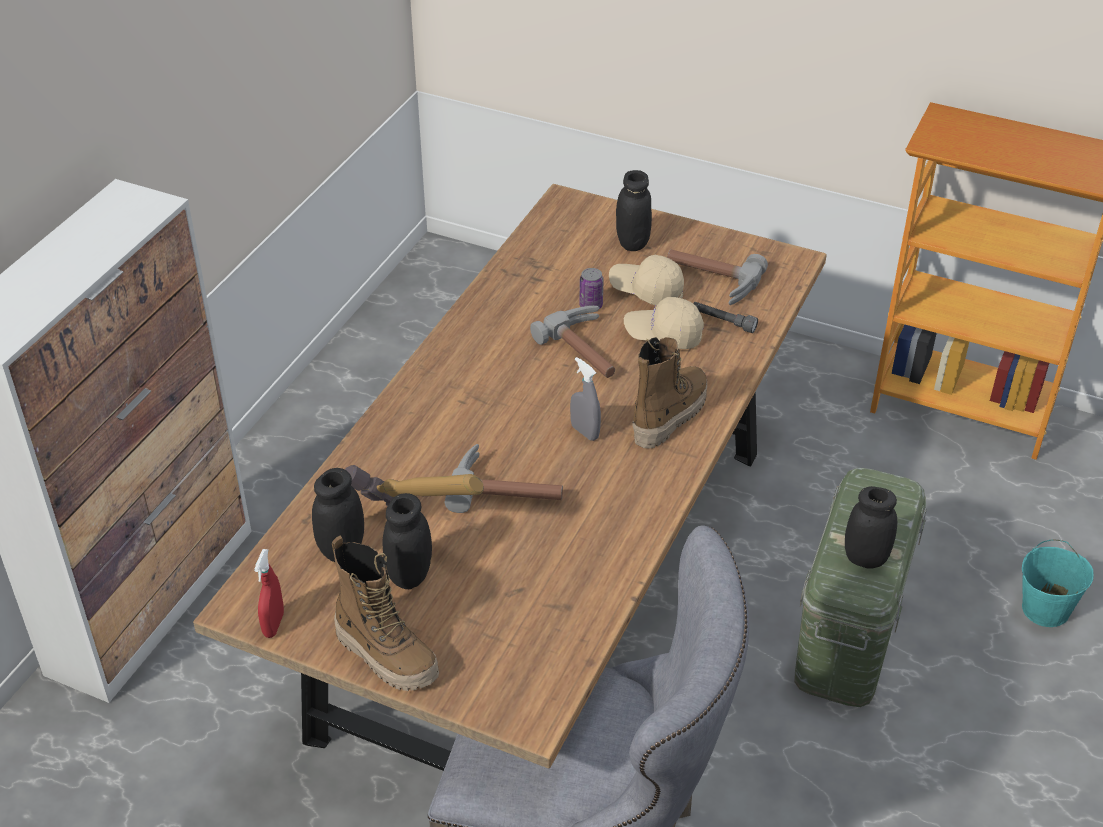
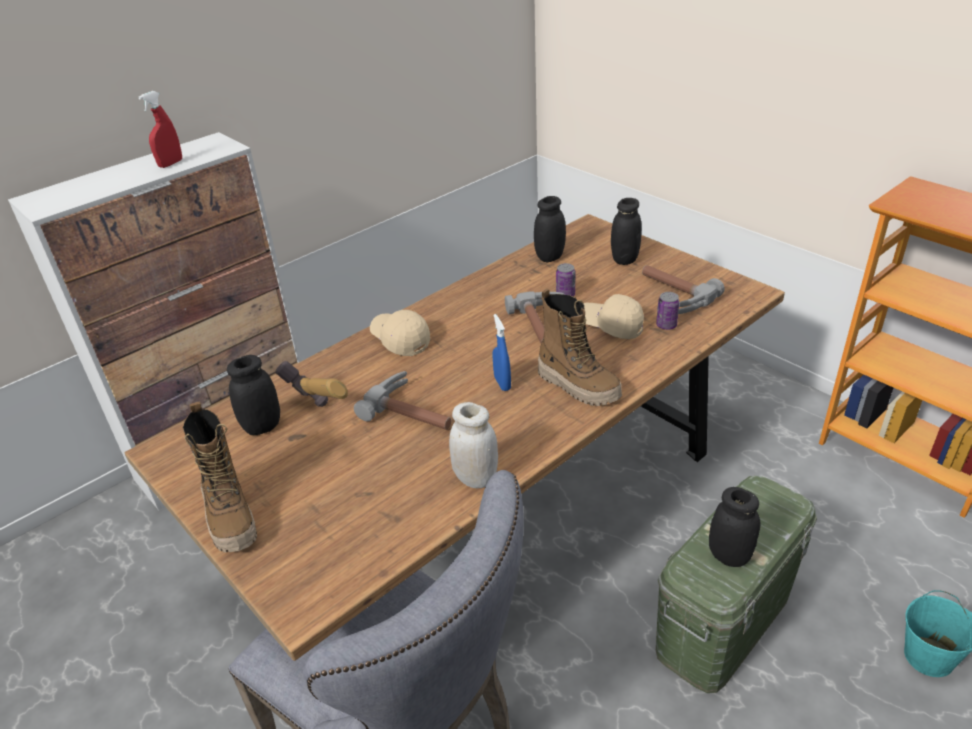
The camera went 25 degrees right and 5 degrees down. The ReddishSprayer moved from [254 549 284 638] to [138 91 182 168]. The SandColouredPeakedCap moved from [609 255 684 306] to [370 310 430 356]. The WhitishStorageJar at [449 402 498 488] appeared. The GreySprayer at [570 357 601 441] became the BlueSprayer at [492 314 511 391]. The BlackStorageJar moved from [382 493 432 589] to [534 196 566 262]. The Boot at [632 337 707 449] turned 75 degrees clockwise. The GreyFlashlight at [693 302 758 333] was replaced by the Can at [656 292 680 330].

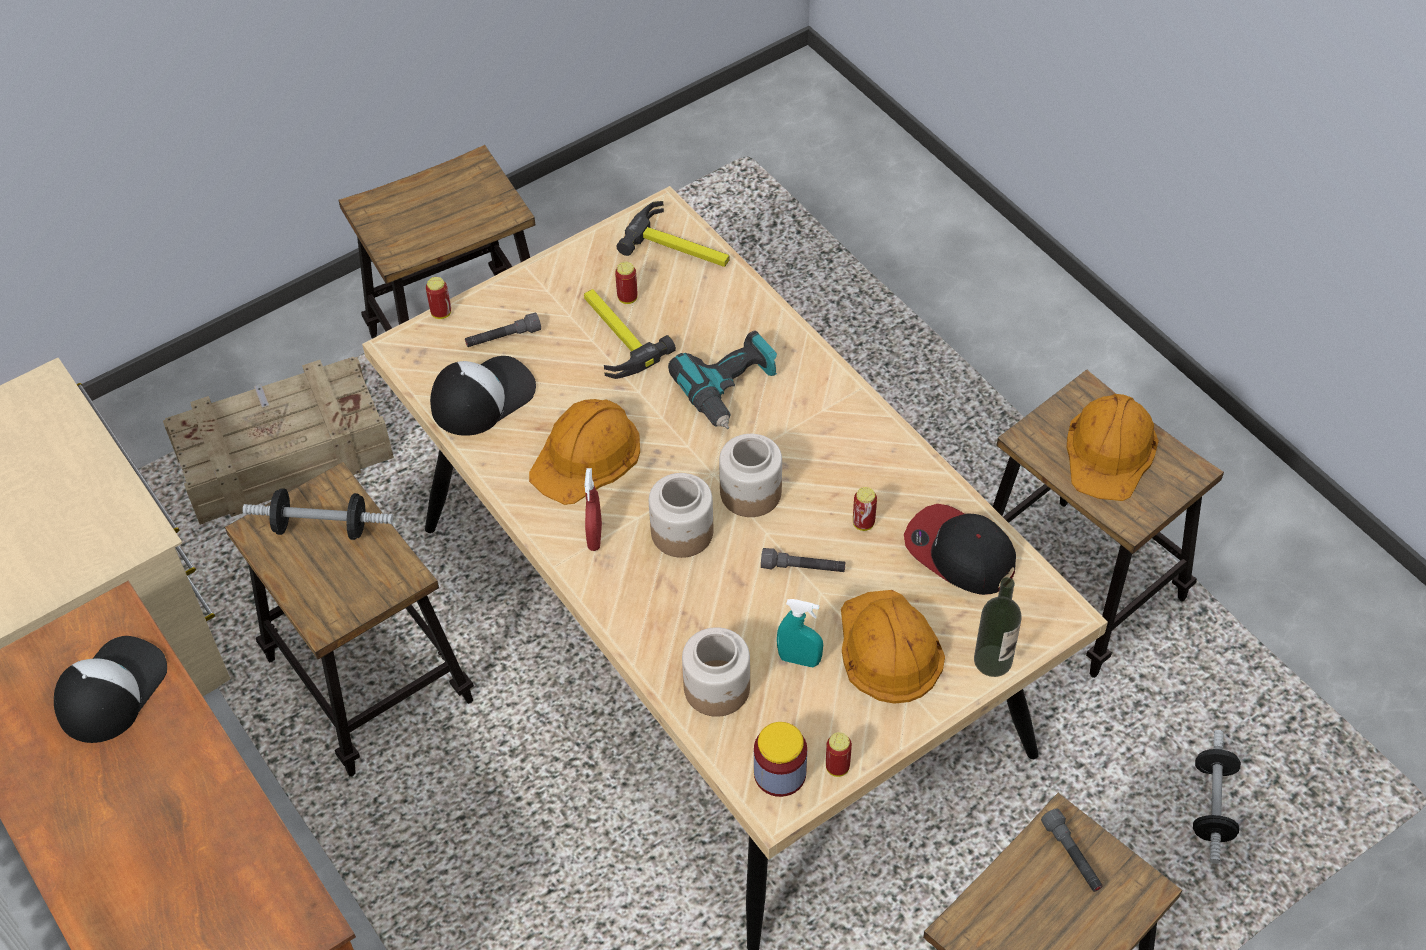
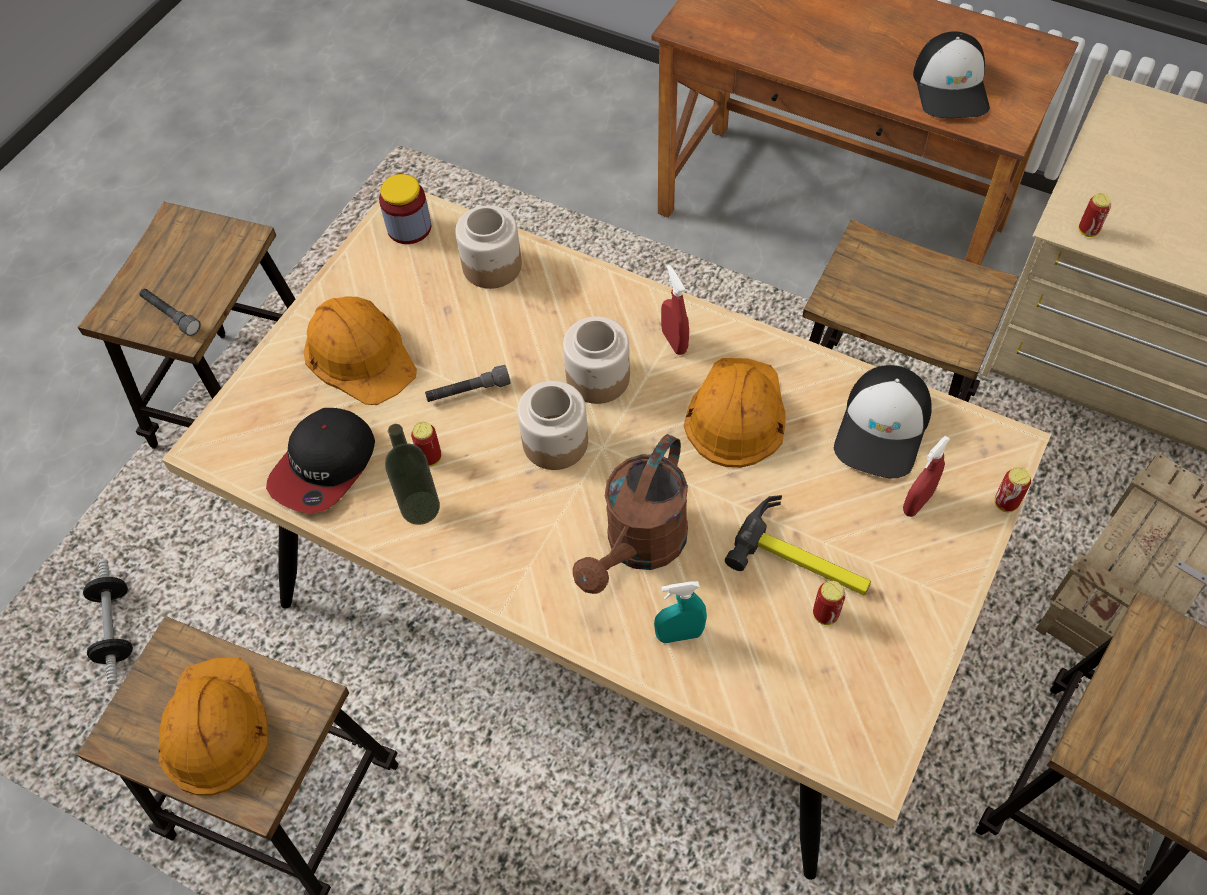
The camera went 155 degrees right and 5 degrees up. The PeakedCap at [904 504 1016 595] turned 105 degrees clockwise. The Bottle moved from [974 577 1022 677] to [385 424 440 525]. The Drill at [668 330 777 429] was replaced by the BrownishWateringPot at [573 434 688 594]. The TurquoiseSprayer moved from [777 599 823 667] to [654 581 707 643]. The GreyFlashlight at [465 313 541 347] was replaced by the ReddishSprayer at [903 436 950 517]. The Can moved from [826 732 852 777] to [1078 193 1111 237]. The FreeWeight at [242 488 393 540] disappeared. The ToolHammer at [616 201 729 267] disappeared.

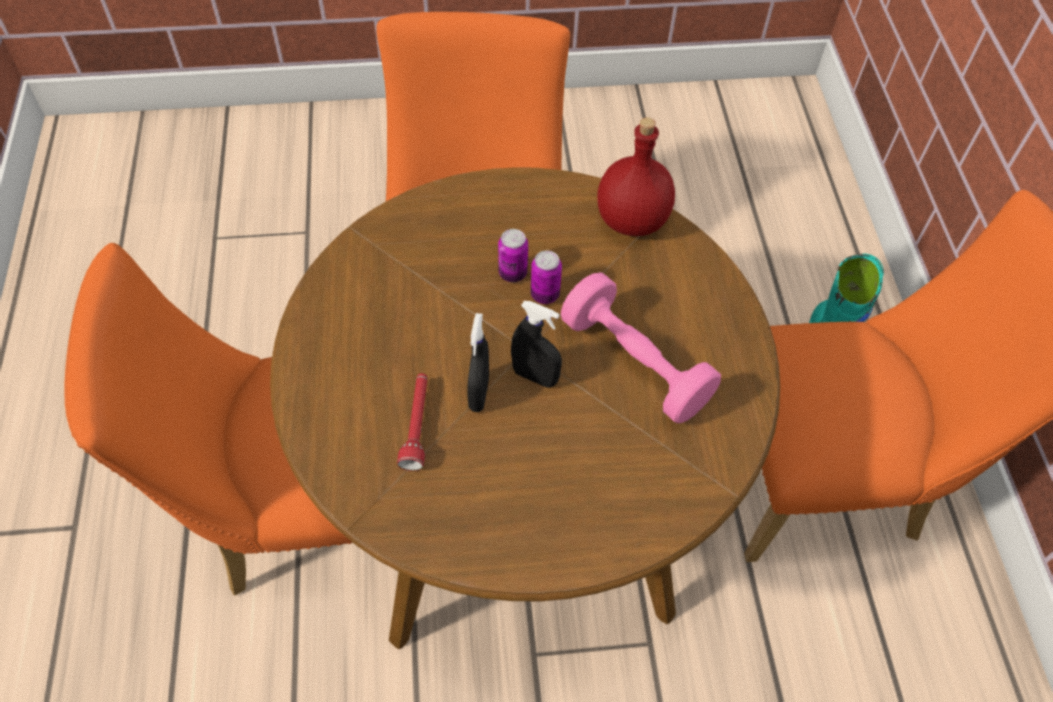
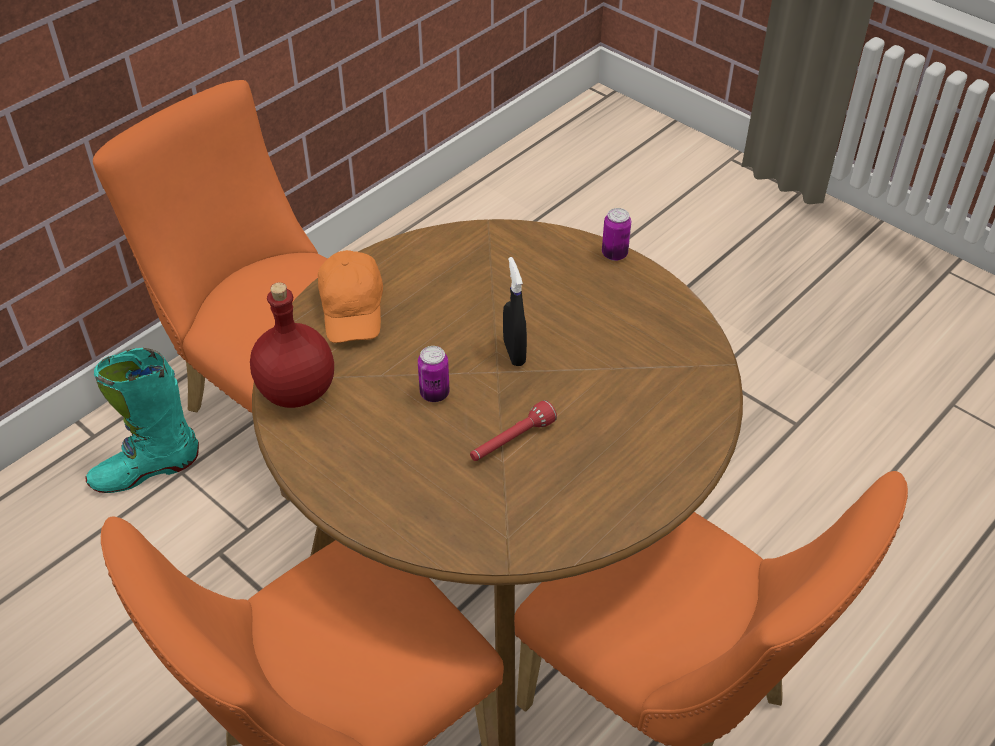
The camera went 130 degrees left and 10 degrees down. The OrangeyPeakedCap at [318 250 383 343] appeared. The ReddishFlashlight moved from [397 373 428 471] to [470 400 557 461]. The Can moved from [498 229 528 282] to [602 208 631 261]. The BlackSprayer at [467 313 489 412] disappeared. The PinkFreeWeight at [561 272 721 423] disappeared.

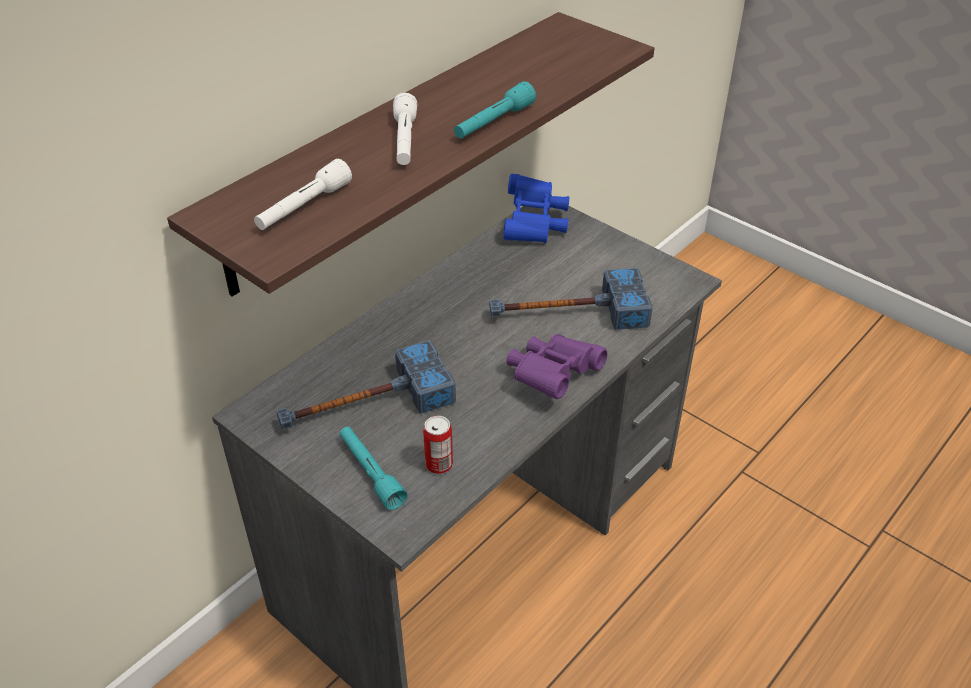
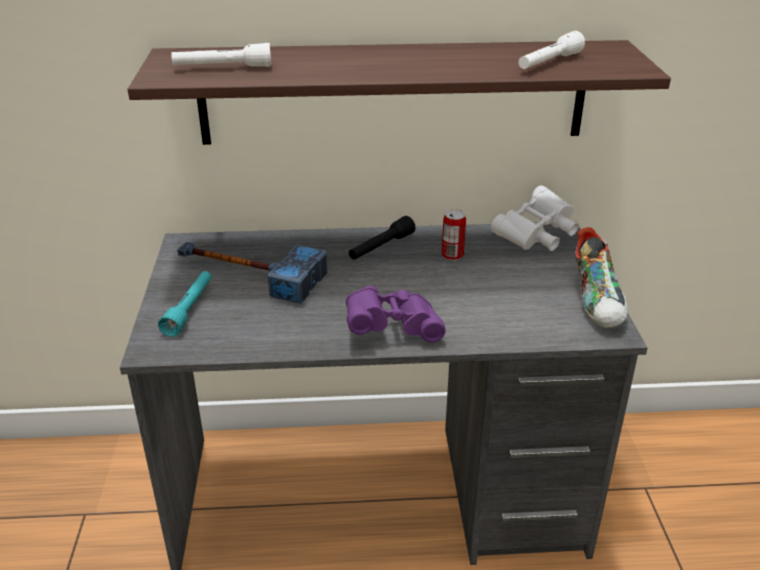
The camera went 45 degrees right and 10 degrees down. The BlackFlashlight at [349 216 416 260] appeared. The Can moved from [423 415 453 474] to [442 210 466 261]. The BluePairOfBinoculars at [503 174 569 243] became the WhitishPairOfBinoculars at [491 185 579 251]. The WhitishFlashlight moved from [393 93 417 165] to [518 31 585 69]. The Shoe at [574 227 628 329] appeared. The TurquoiseFlashlight at [454 81 536 139] disappeared. The ToolHammer at [489 268 653 330] disappeared.

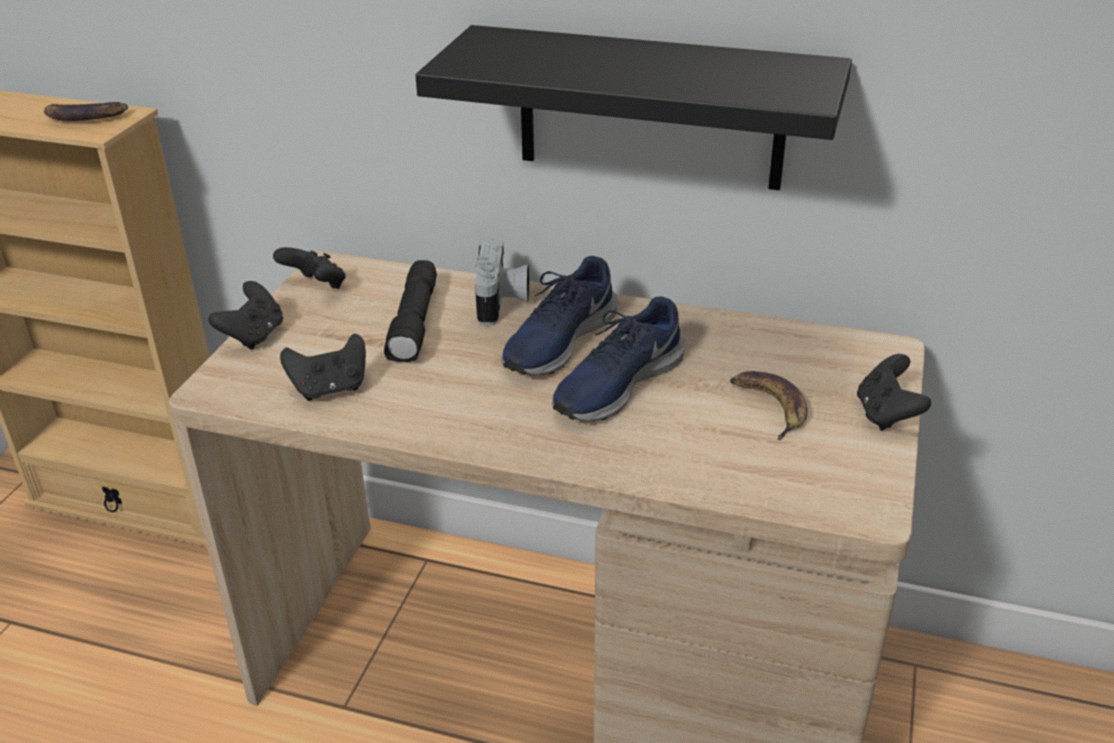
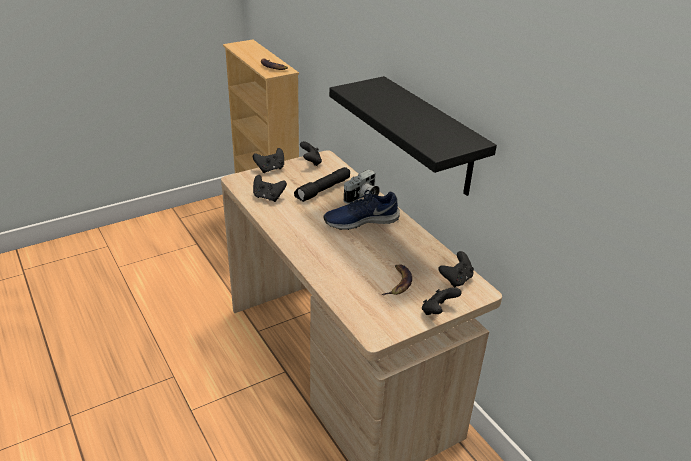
The camera went 40 degrees right and 0 degrees up. The BlackJoypad at [438 251 474 287] appeared. The BlueShoe at [552 296 685 421] disappeared.

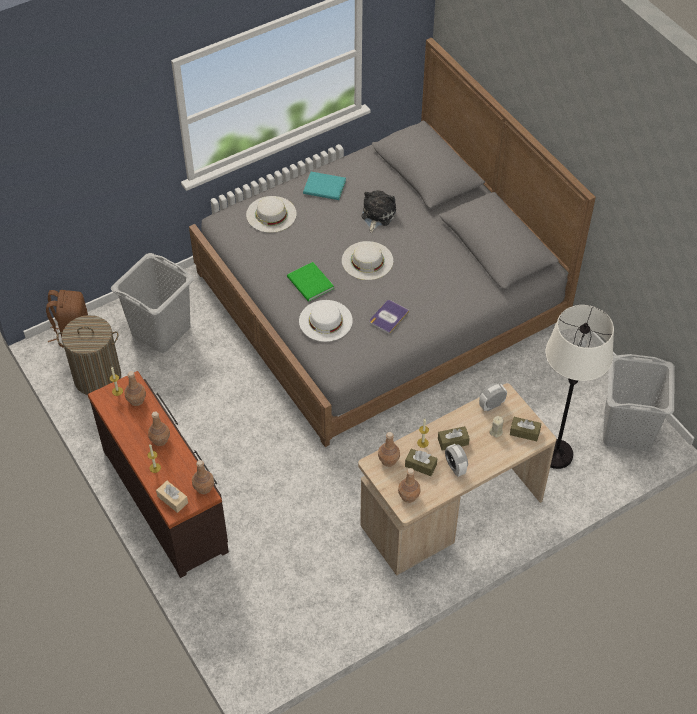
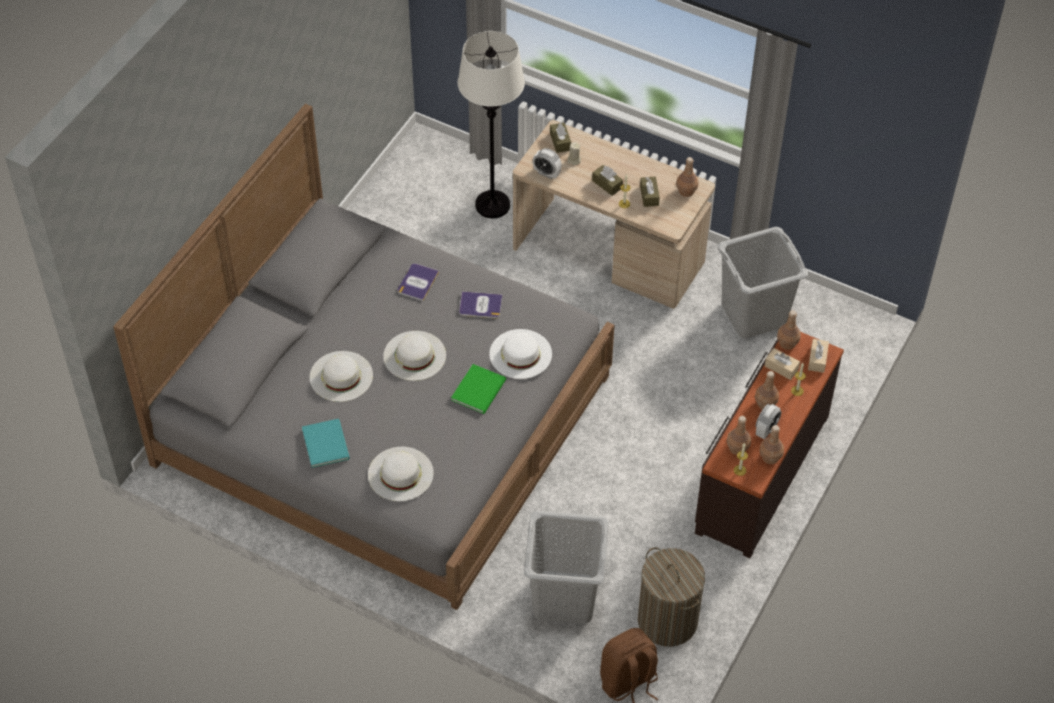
The camera went 120 degrees left and 0 degrees up. The SoftToy at [361 190 396 233] was replaced by the WhitishWearableHat at [310 351 373 402]. The Book at [398 263 439 301] appeared. The GreyHamper moved from [603 354 675 451] to [718 227 808 338]. The TableClock moved from [445 444 468 477] to [756 404 781 439]. The BrownishBottle moved from [378 432 400 467] to [760 425 784 464]. The SandColouredBoxOfTissues at [765 348 800 380] appeared.

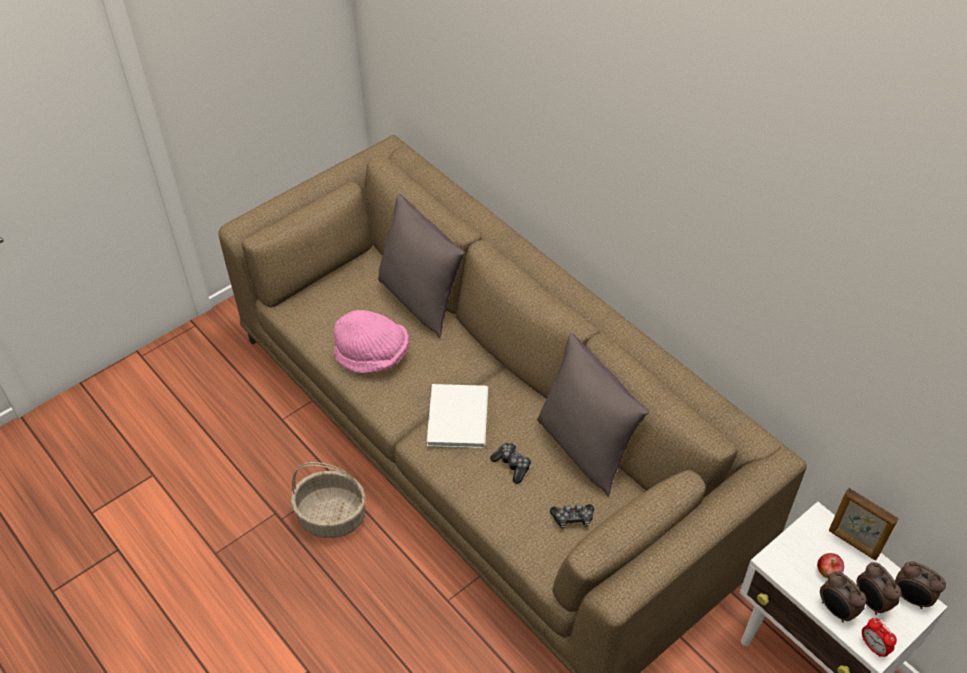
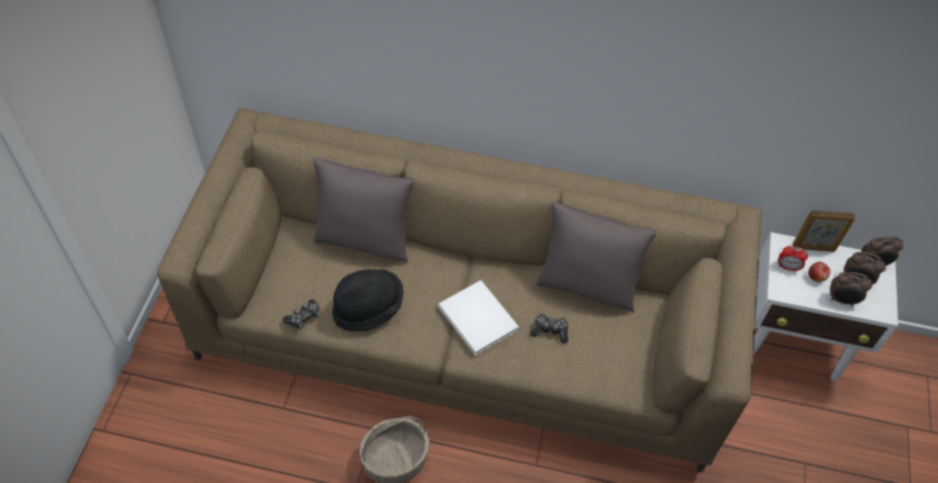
The camera went 40 degrees left and 5 degrees up. The Joypad moved from [550 504 594 529] to [283 299 320 329]. The PinkWearableHat at [334 310 409 373] became the BlackWearableHat at [332 269 404 332]. The TableClock moved from [862 618 897 657] to [778 246 808 272].

